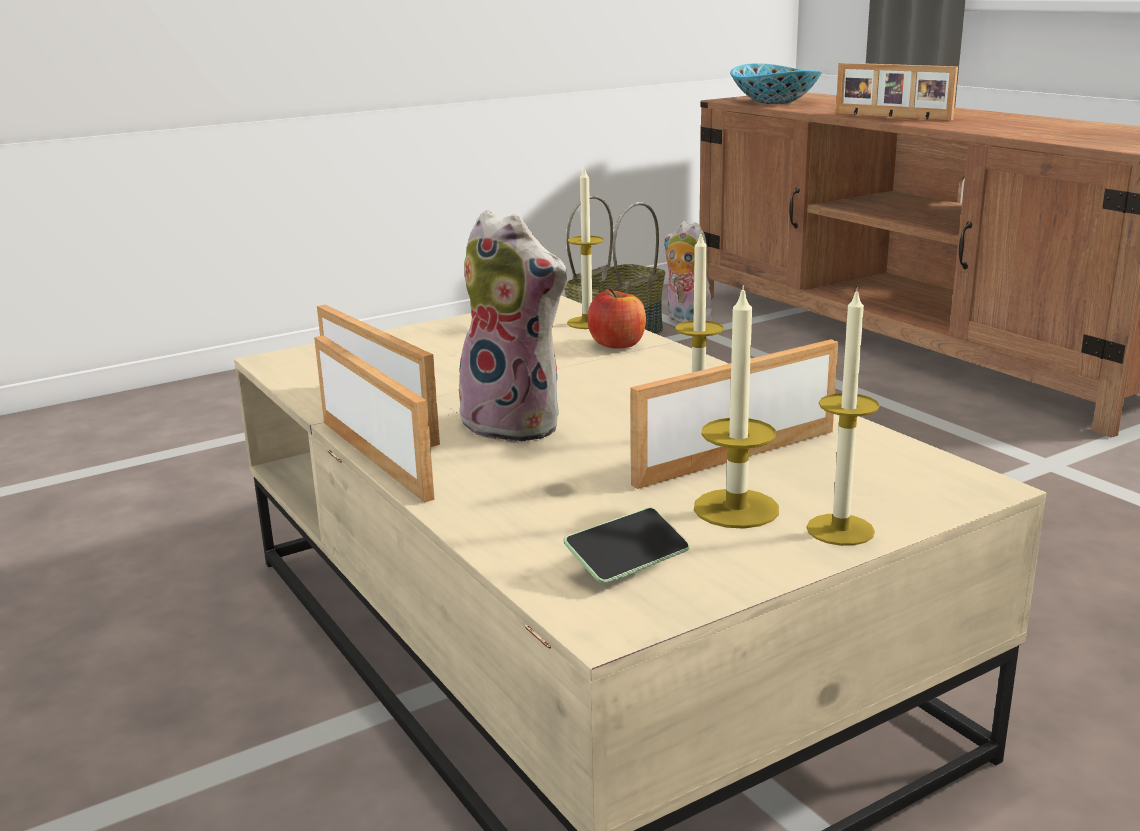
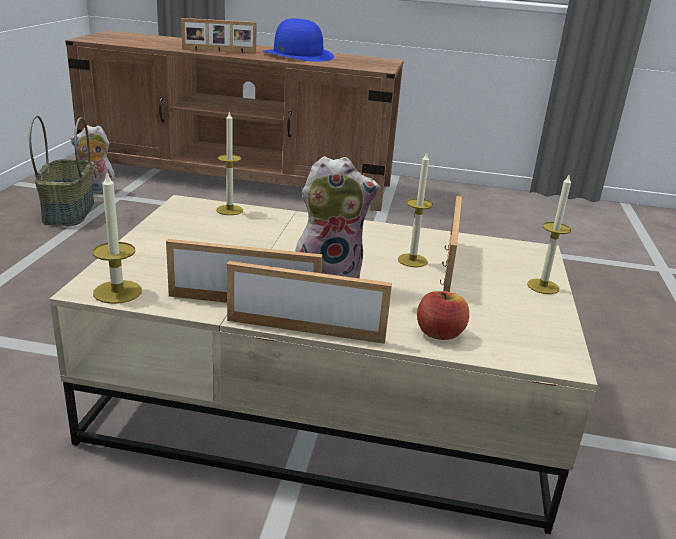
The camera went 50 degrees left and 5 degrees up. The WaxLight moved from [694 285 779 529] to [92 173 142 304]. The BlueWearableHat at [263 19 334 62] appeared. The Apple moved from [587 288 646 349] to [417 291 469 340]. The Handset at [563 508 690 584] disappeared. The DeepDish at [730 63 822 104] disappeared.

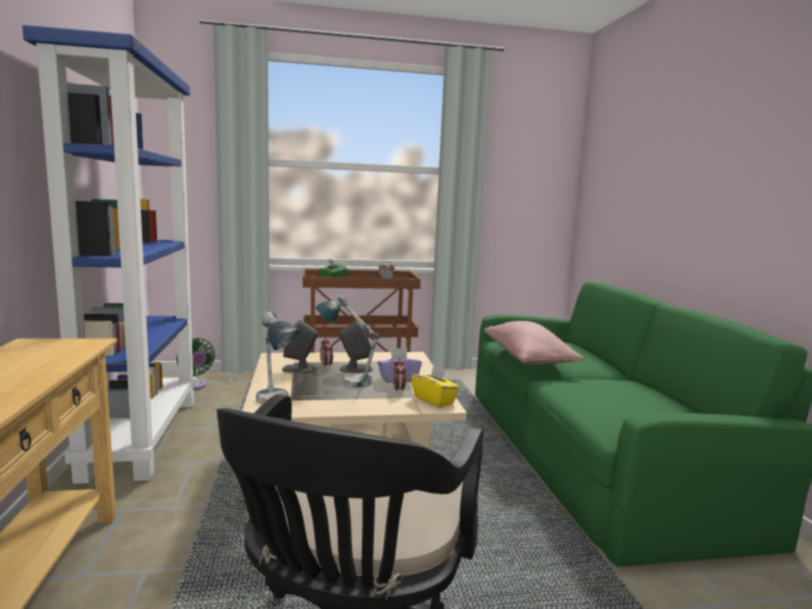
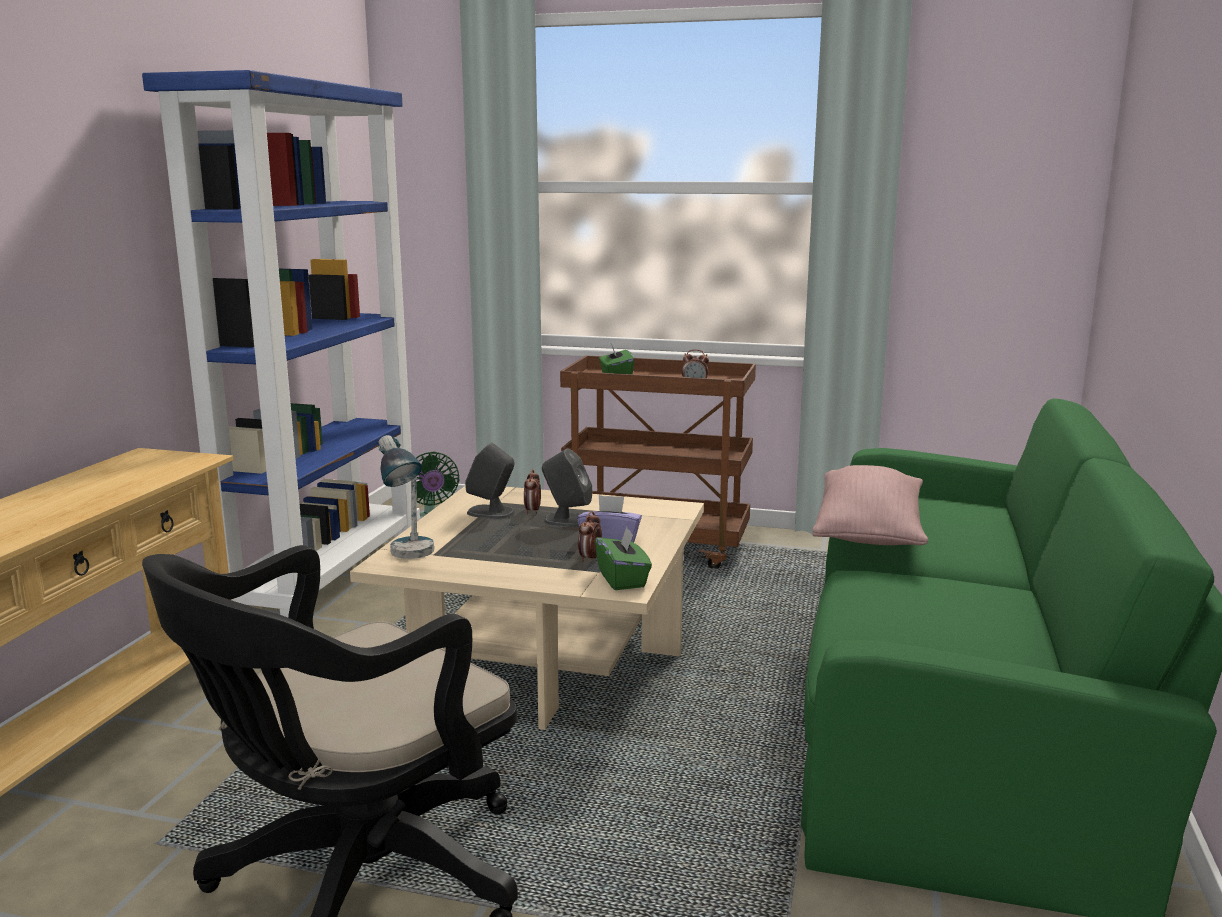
The camera went 25 degrees right and 5 degrees up. The YellowColouredBoxOfTissues at [411 365 460 407] became the GreenishBoxOfTissues at [595 527 652 590]. The LampForATable at [315 295 379 388] disappeared.

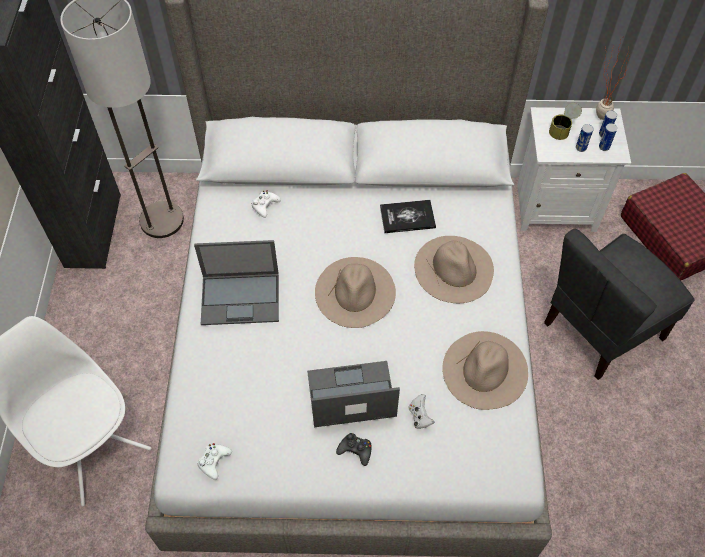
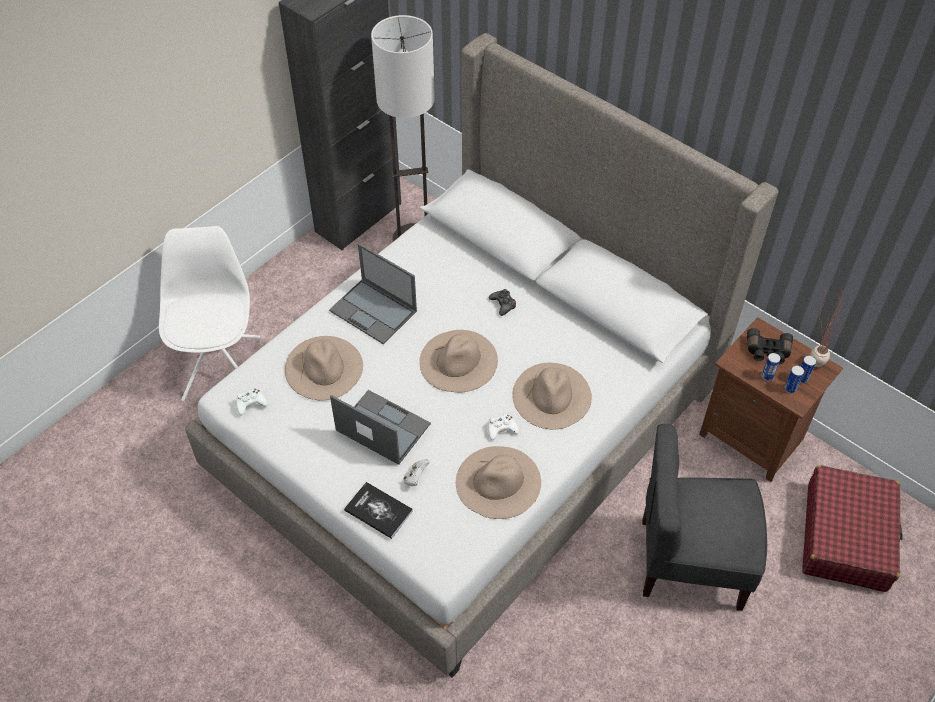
The camera went 40 degrees right and 5 degrees down. The SandColouredWearableHat at [285 336 363 400] appeared. The Book moved from [380 200 436 233] to [344 482 413 539]. The WhitishJoypad moved from [252 191 281 218] to [488 414 519 440]. The BlackJoypad moved from [336 433 372 466] to [489 289 516 316]. The WhitishNightTable at [517 107 631 232] became the BrownishNightTable at [699 317 843 482]. The Can at [549 103 582 140] was replaced by the BlackPairOfBinoculars at [747 328 793 364].

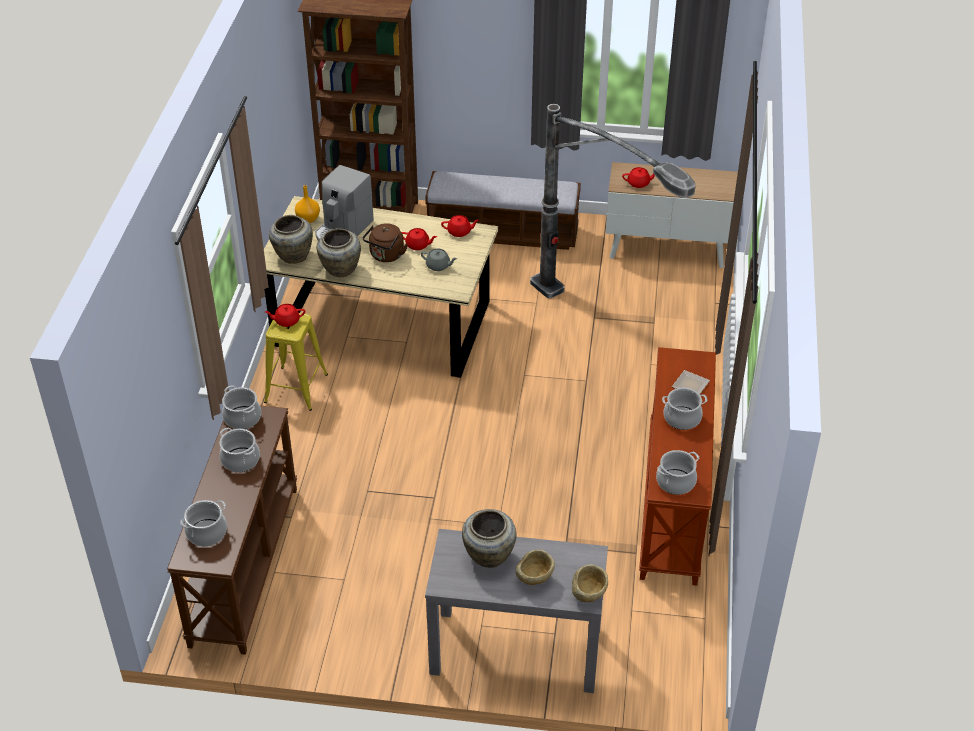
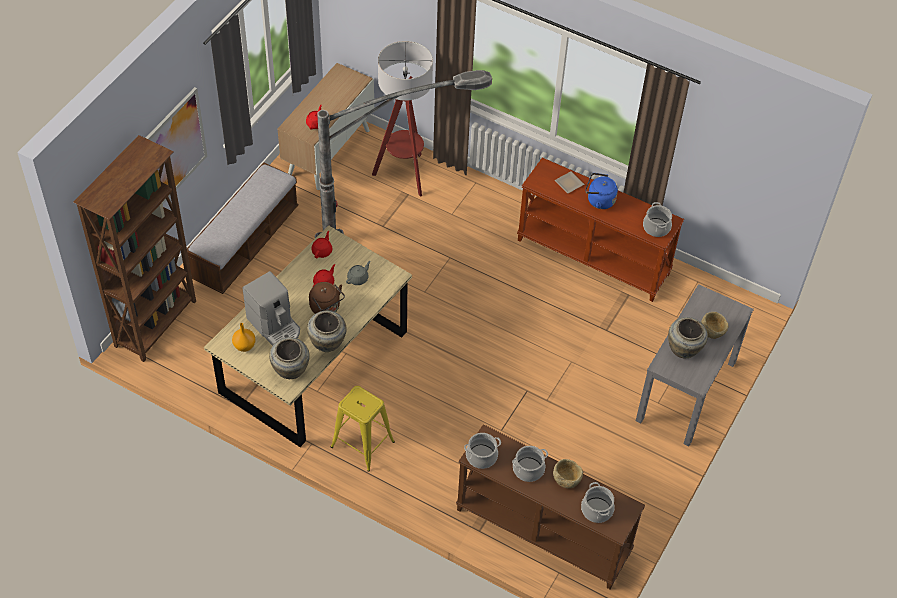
The camera went 70 degrees left and 10 degrees up. The WallArt at [146 87 207 204] appeared. The StandingLamp at [372 41 433 197] appeared. The SandColouredDeepDish moved from [572 564 608 602] to [553 459 583 488]. The Saucepot at [662 388 707 430] was replaced by the BlueTeaKettle at [585 173 618 209]. The ReddishTeaPot at [265 304 305 327] disappeared.

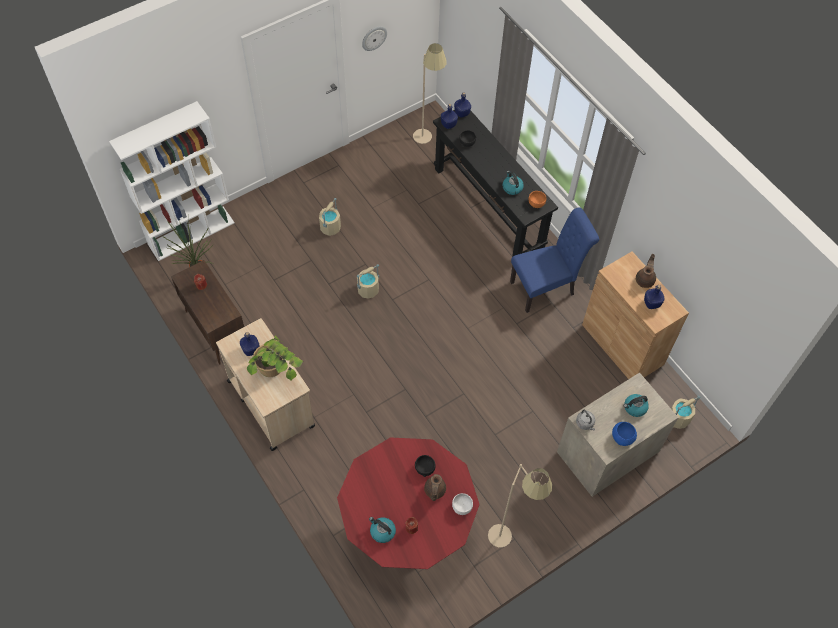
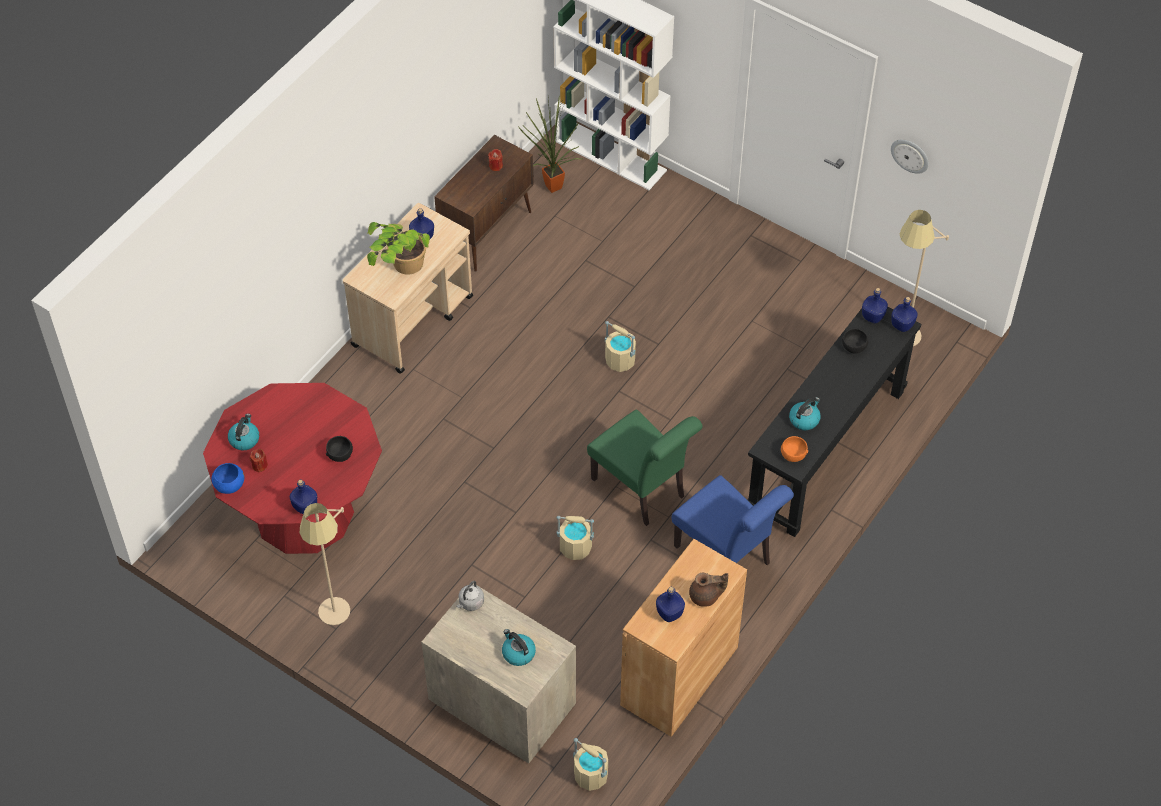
The camera went 70 degrees right and 5 degrees down. The BlueDeepDish moved from [612 422 637 446] to [212 463 244 494]. The WhitishDeepDish at [452 493 473 515] was replaced by the BlueBottle at [290 480 317 514]. The SandColouredBucket moved from [319 198 341 236] to [556 516 594 560]. The GreenishPlainChair at [587 409 703 526] appeared. The BrownishTeaPot at [424 474 446 501] disappeared.

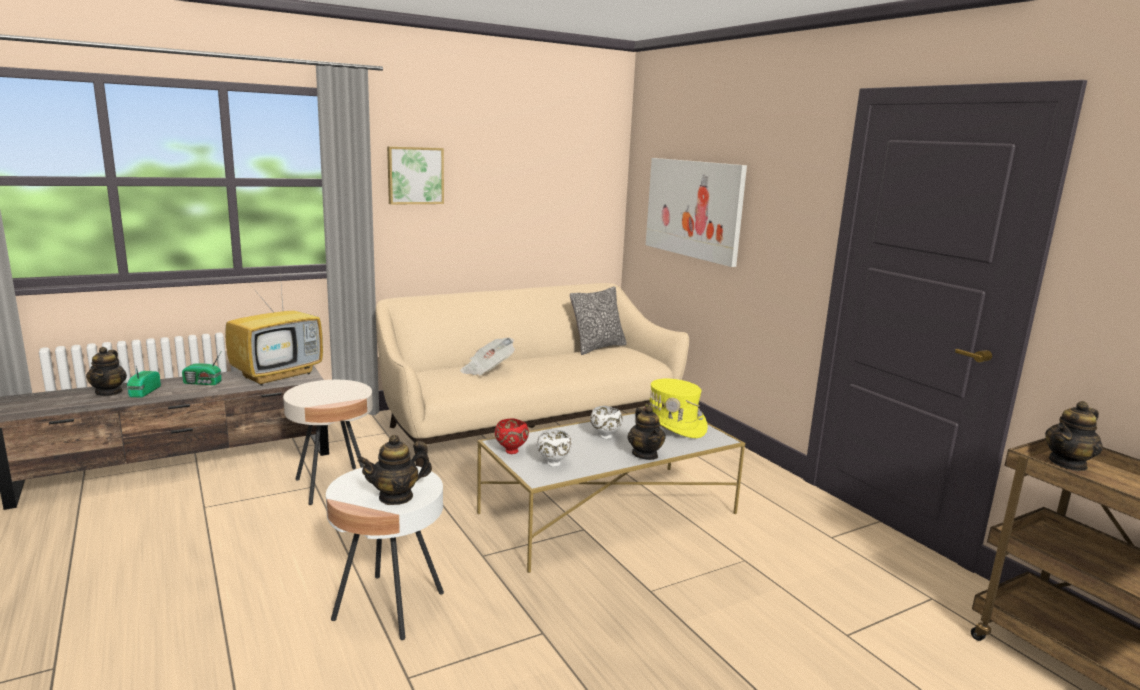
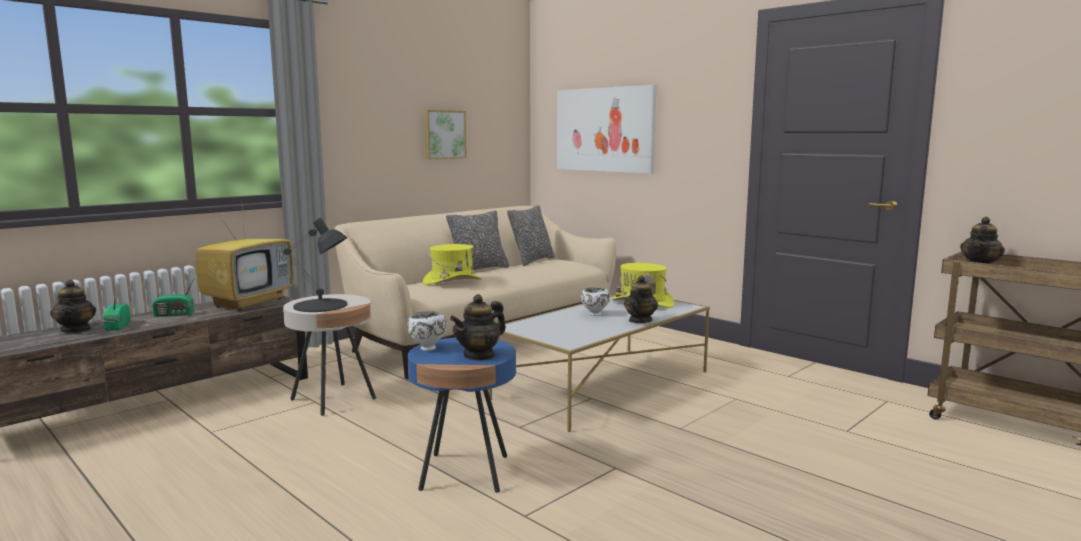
The camera went 15 degrees left and 5 degrees down. The BlackLampForATable at [283 218 348 312] appeared. The WhitishDeepDish moved from [537 430 572 467] to [407 311 447 351]. The WhitishEndTable at [326 466 444 640] became the BlueEndTable at [407 337 516 493]. The DailyPaper at [460 338 515 376] was replaced by the YellowColouredWearableHat at [423 244 482 285]. The WallArt moved from [387 146 444 205] to [424 110 467 159]. The ThrowPillow at [446 210 509 270] appeared. The TeaPot at [628 406 666 460] turned 120 degrees counterclockwise. The ReddishDeepDish at [495 419 529 454] disappeared.

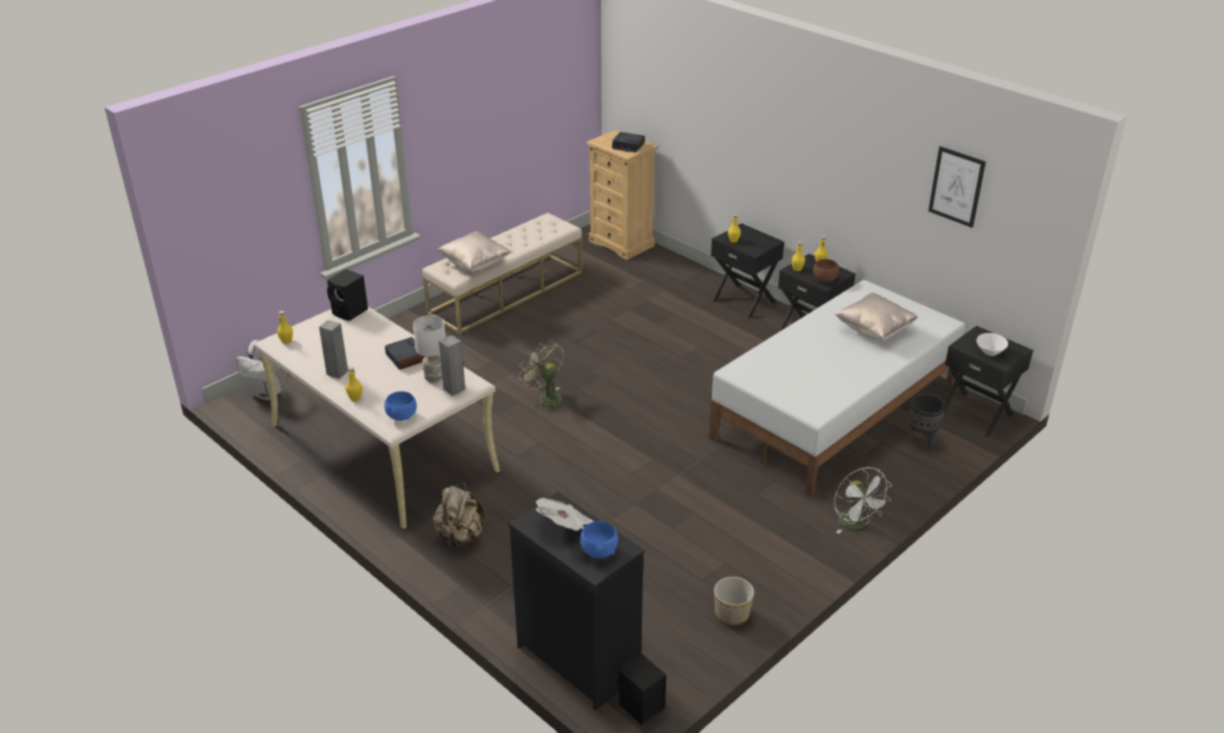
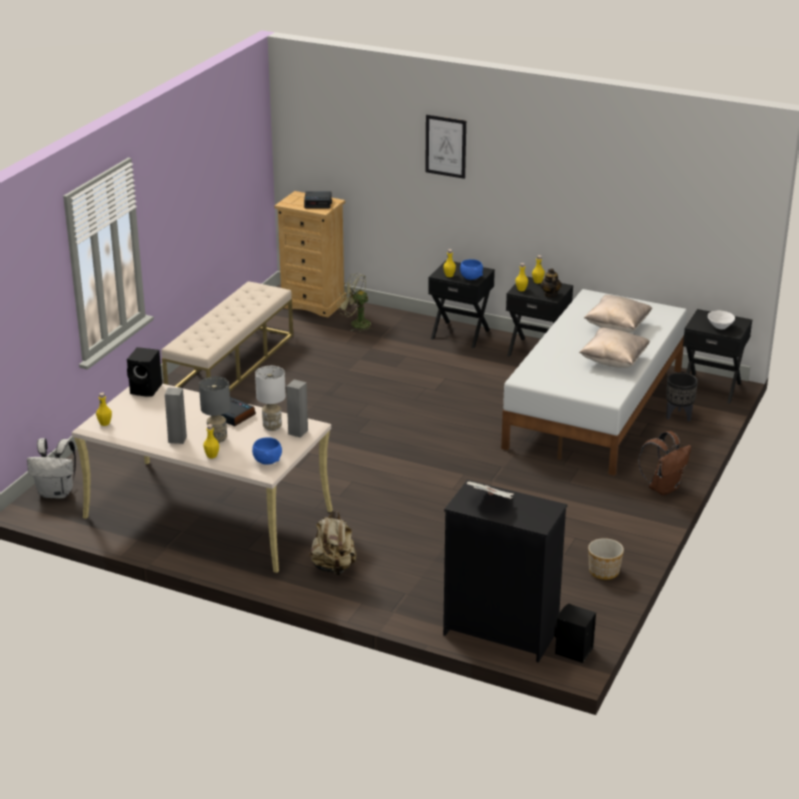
The camera went 20 degrees left and 5 degrees down. The GreyLampForATable at [199 377 231 443] appeared. The GreenishCoolingFan moved from [519 340 564 411] to [337 273 373 332]. The WallArt moved from [928 146 986 228] to [425 115 466 179]. The BlueDeepDish moved from [580 521 618 558] to [460 259 483 280]. The BrownishDeepDish at [813 259 839 283] was replaced by the TeaPot at [541 268 562 297]. The SandColouredThrowPillow moved from [438 231 510 272] to [579 327 650 368]. The WhitishCoolingFan at [834 467 892 534] was replaced by the BrownishKnapsack at [638 431 691 496].

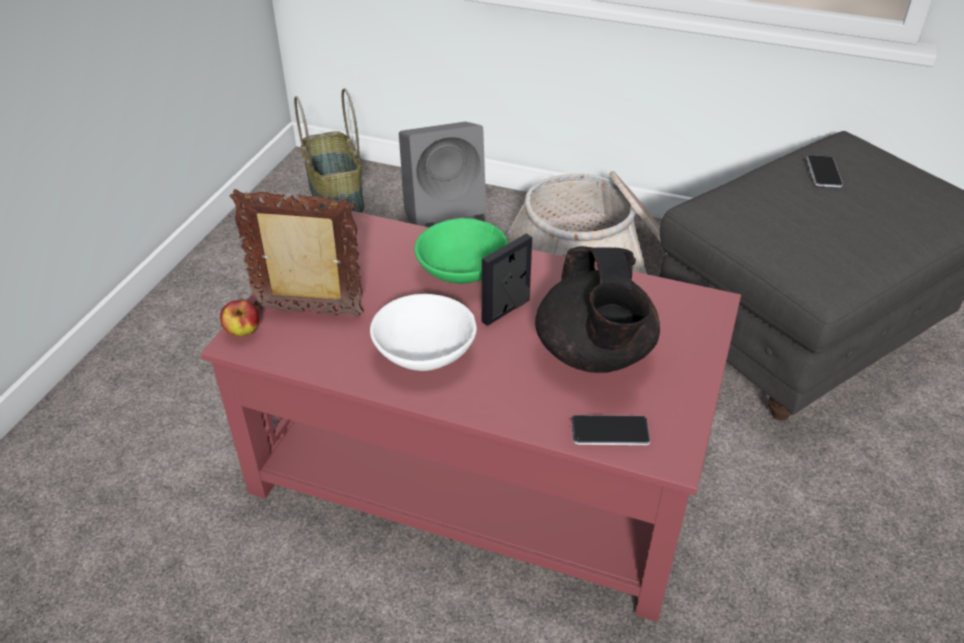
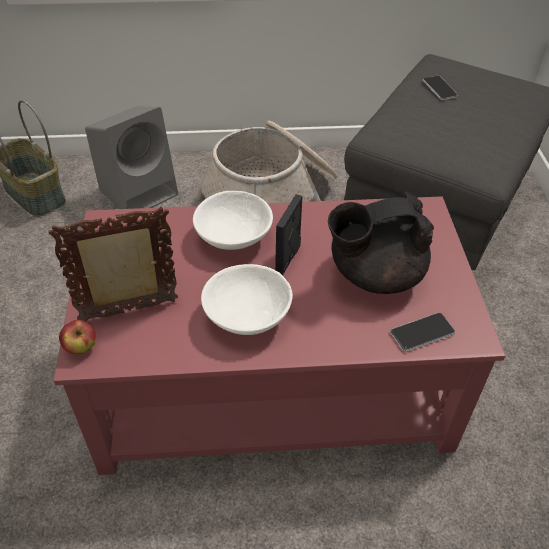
The camera went 25 degrees left and 5 degrees up. The GreenishDeepDish at [414 218 508 284] became the WhitishDeepDish at [193 191 273 250]. The BlackTeaPot at [535 246 660 373] turned 105 degrees clockwise.

